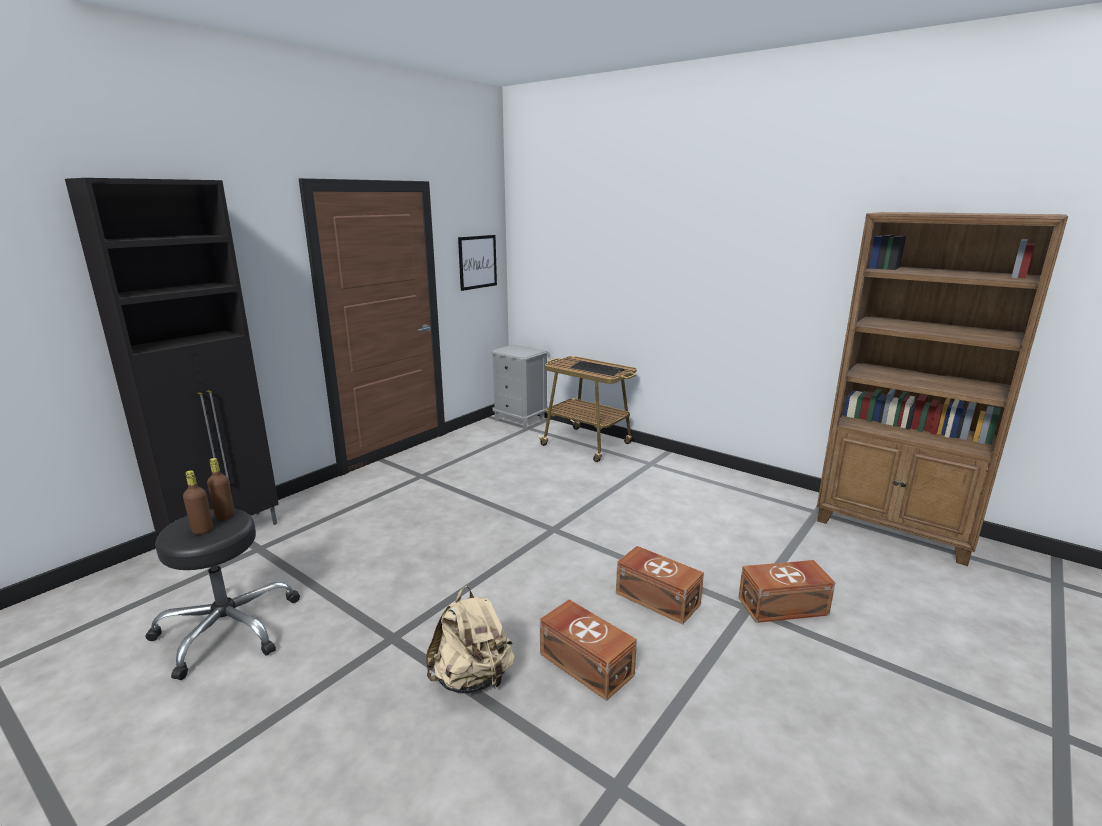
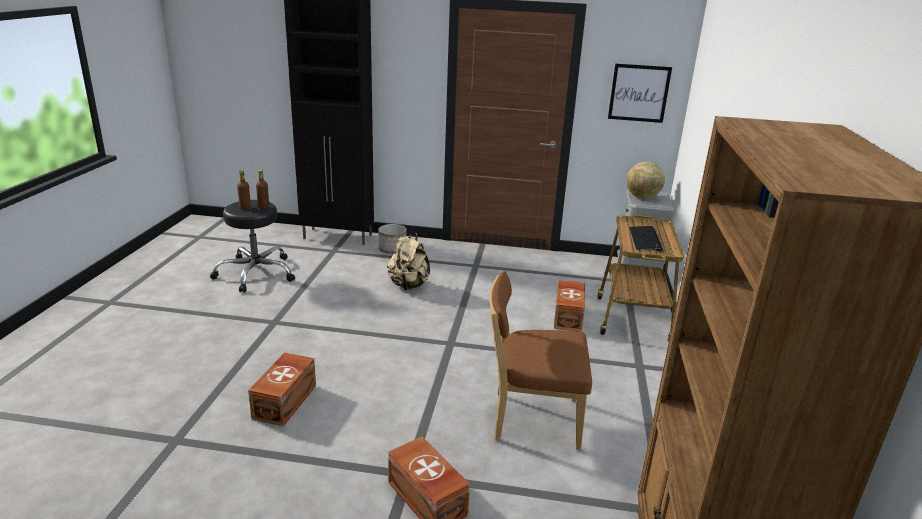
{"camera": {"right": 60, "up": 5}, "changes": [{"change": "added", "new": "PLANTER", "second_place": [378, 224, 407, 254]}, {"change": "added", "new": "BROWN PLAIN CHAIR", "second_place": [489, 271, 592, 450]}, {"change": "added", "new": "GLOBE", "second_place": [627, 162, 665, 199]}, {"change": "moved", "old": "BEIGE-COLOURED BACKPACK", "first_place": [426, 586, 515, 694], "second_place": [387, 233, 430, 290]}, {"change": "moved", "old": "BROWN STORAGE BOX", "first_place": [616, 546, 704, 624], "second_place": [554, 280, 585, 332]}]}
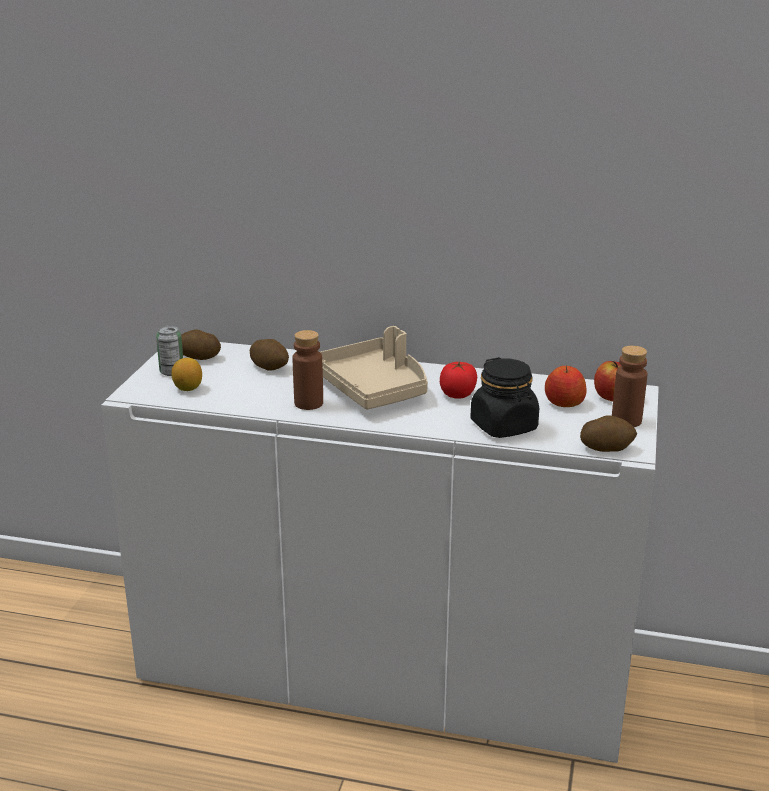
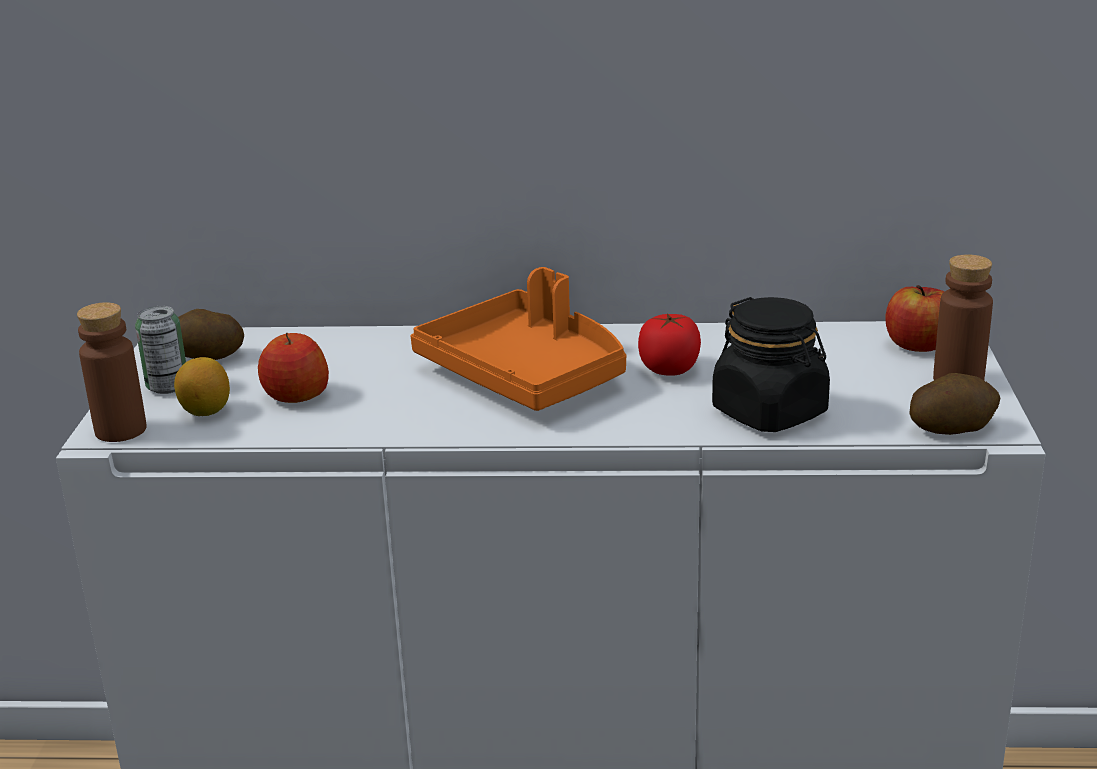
{"camera": {"right": -10, "up": 0}, "changes": [{"change": "removed", "old": "SPUD", "first_place": [250, 339, 289, 371]}, {"change": "moved", "old": "BROWN BOTTLE", "first_place": [293, 330, 323, 410], "second_place": [77, 302, 147, 442]}, {"change": "moved", "old": "APPLE", "first_place": [545, 365, 586, 407], "second_place": [258, 333, 329, 403]}, {"change": "recoloured", "old": "BEIGE-COLOURED SERVING TRAY", "new": "ORANGE-COLOURED SERVING TRAY", "first_place": [320, 326, 428, 410], "second_place": [410, 267, 626, 411]}]}
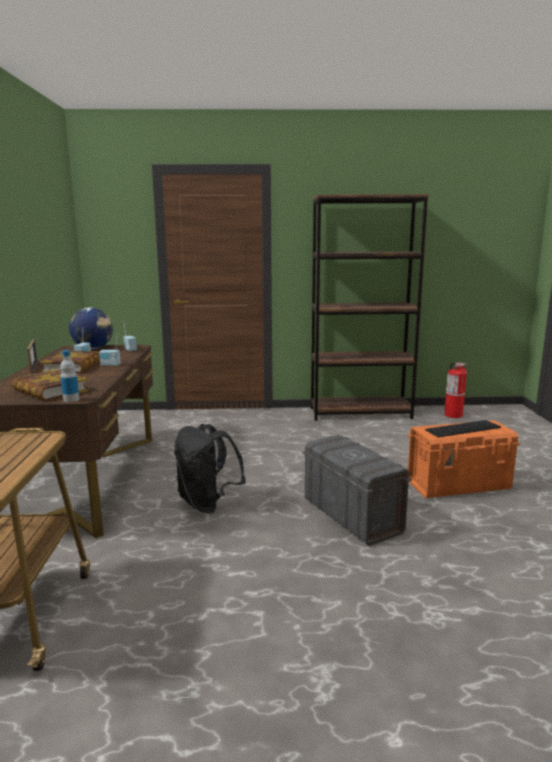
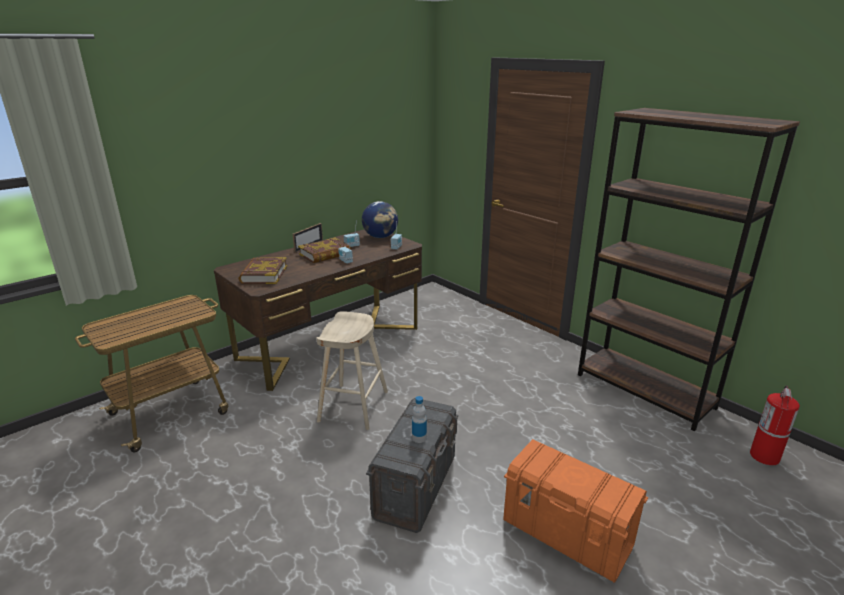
{"camera": {"right": 50, "up": 10}, "changes": [{"change": "removed", "old": "KEYBOARD", "first_place": [425, 420, 501, 437]}, {"change": "moved", "old": "BOTTLE", "first_place": [60, 350, 79, 402], "second_place": [412, 396, 427, 443]}, {"change": "replaced", "old": "BLACK-COLOURED BACKPACK", "new": "BEIGE-COLOURED STOOL SEAT", "first_place": [175, 424, 246, 513], "second_place": [316, 311, 388, 430]}]}
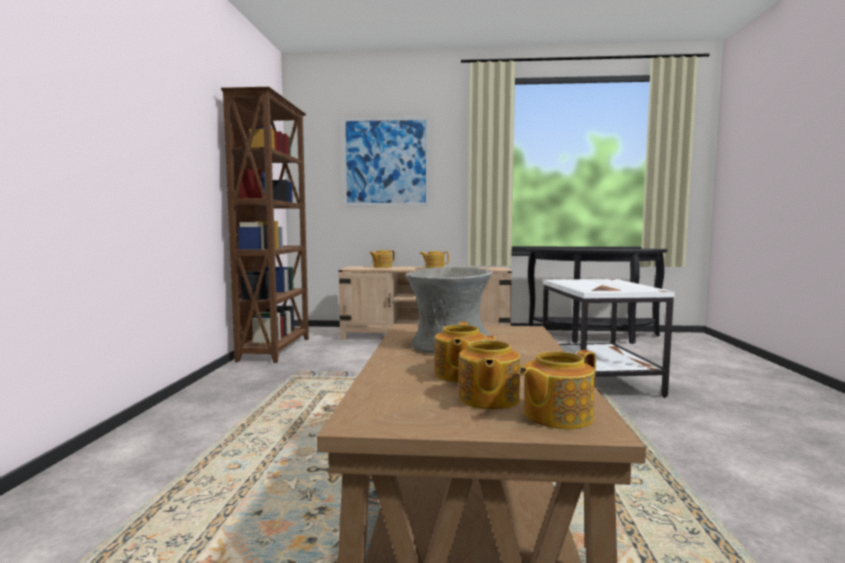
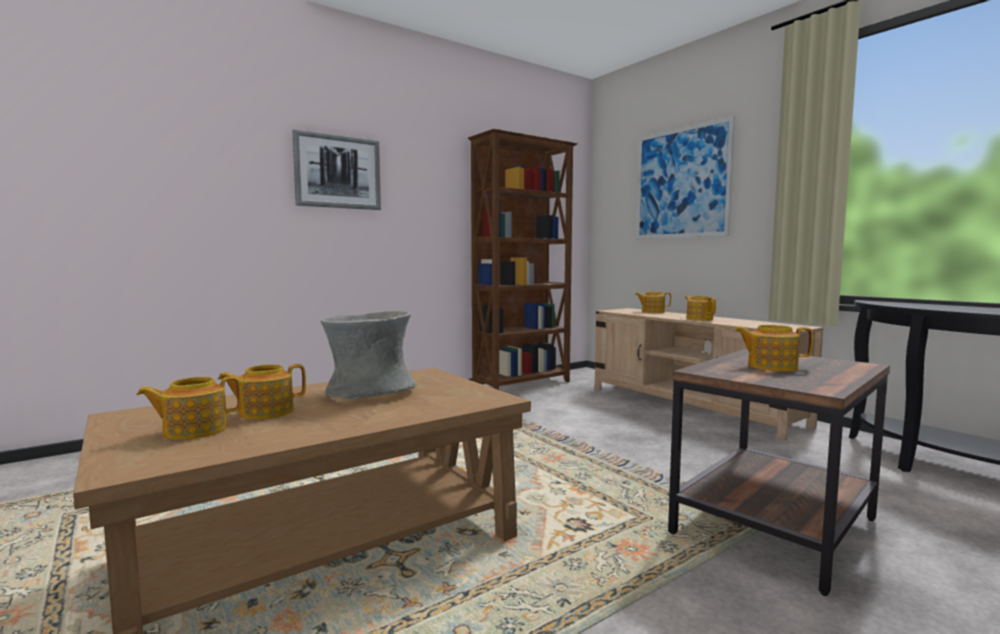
{"camera": {"right": 50, "up": 0}, "changes": [{"change": "added", "new": "PICTURE", "second_place": [293, 129, 381, 210]}, {"change": "moved", "old": "TEA POT", "first_place": [519, 350, 596, 429], "second_place": [734, 325, 813, 371]}, {"change": "recoloured", "old": "WHITE-COLOURED END TABLE", "new": "BROWN END TABLE", "first_place": [543, 279, 675, 398], "second_place": [668, 349, 890, 596]}]}
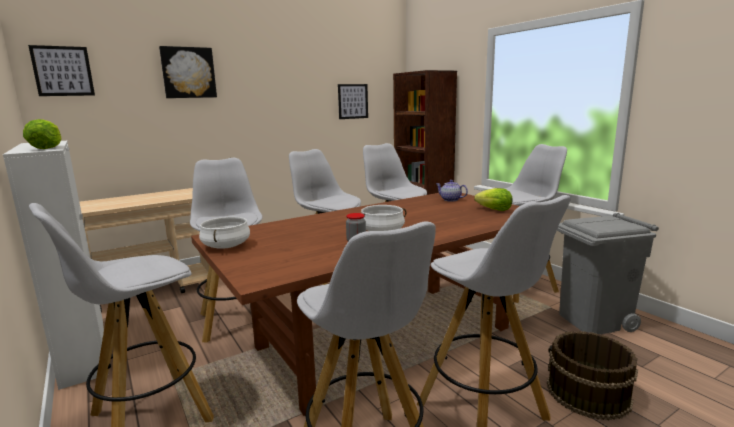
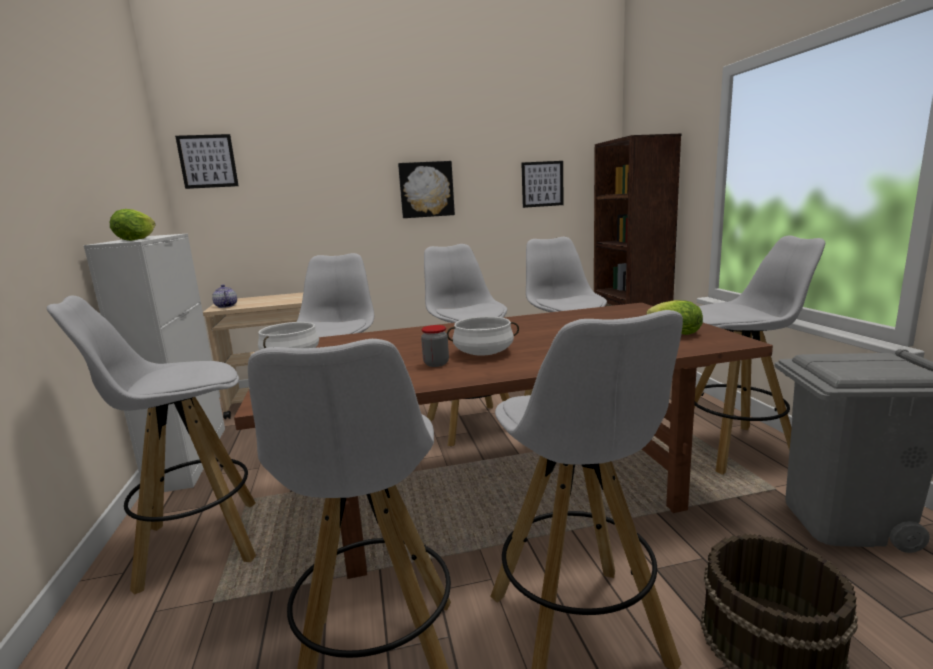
{"camera": {"right": 20, "up": 0}, "changes": [{"change": "moved", "old": "PICTURE", "first_place": [159, 46, 217, 98], "second_place": [398, 161, 455, 218]}, {"change": "moved", "old": "TEA POT", "first_place": [436, 180, 468, 202], "second_place": [212, 285, 237, 308]}]}
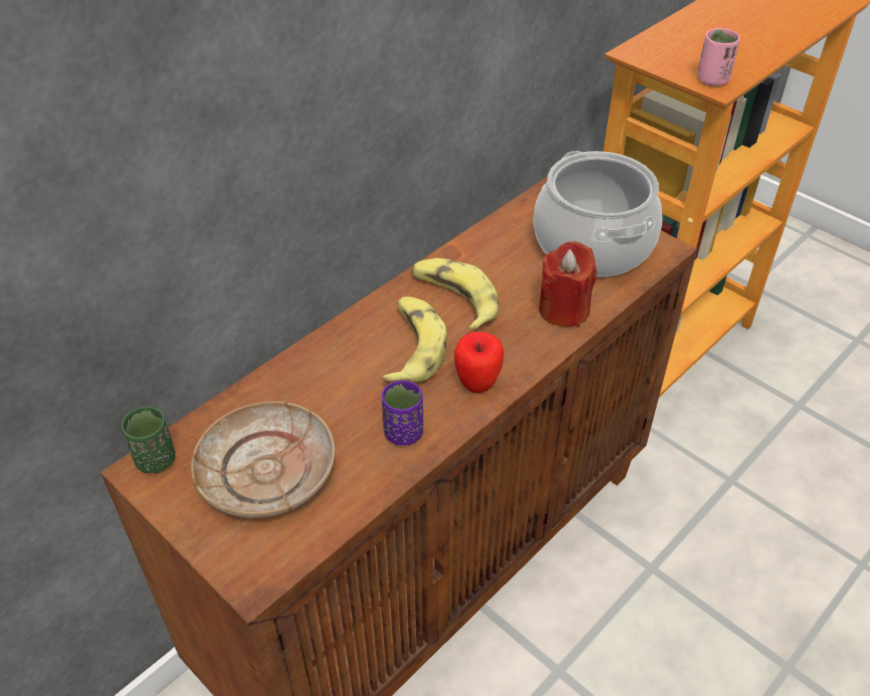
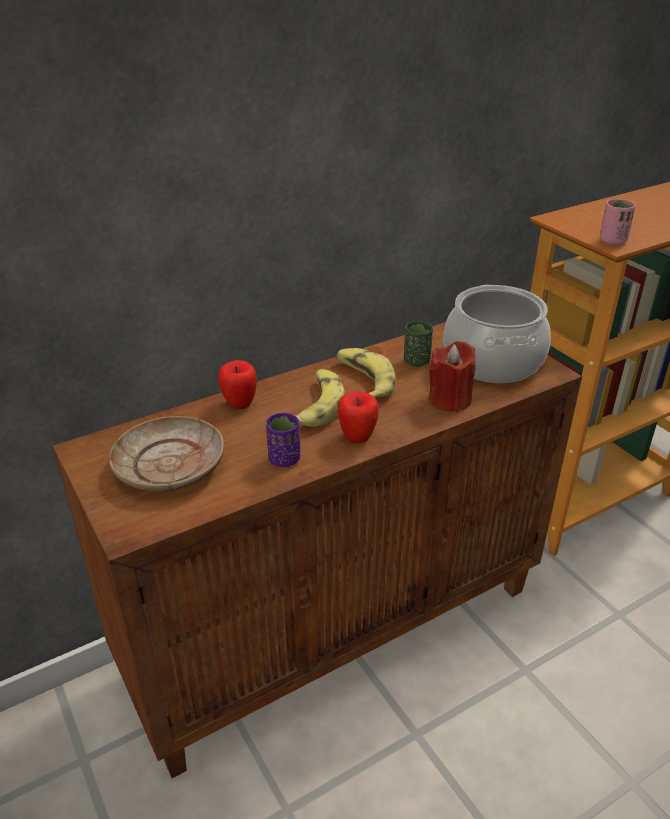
{"camera": {"right": 15, "up": -10}, "changes": [{"change": "added", "new": "APPLE", "second_place": [218, 360, 257, 409]}, {"change": "moved", "old": "GREENISH CUP", "first_place": [121, 407, 175, 473], "second_place": [404, 321, 433, 367]}]}
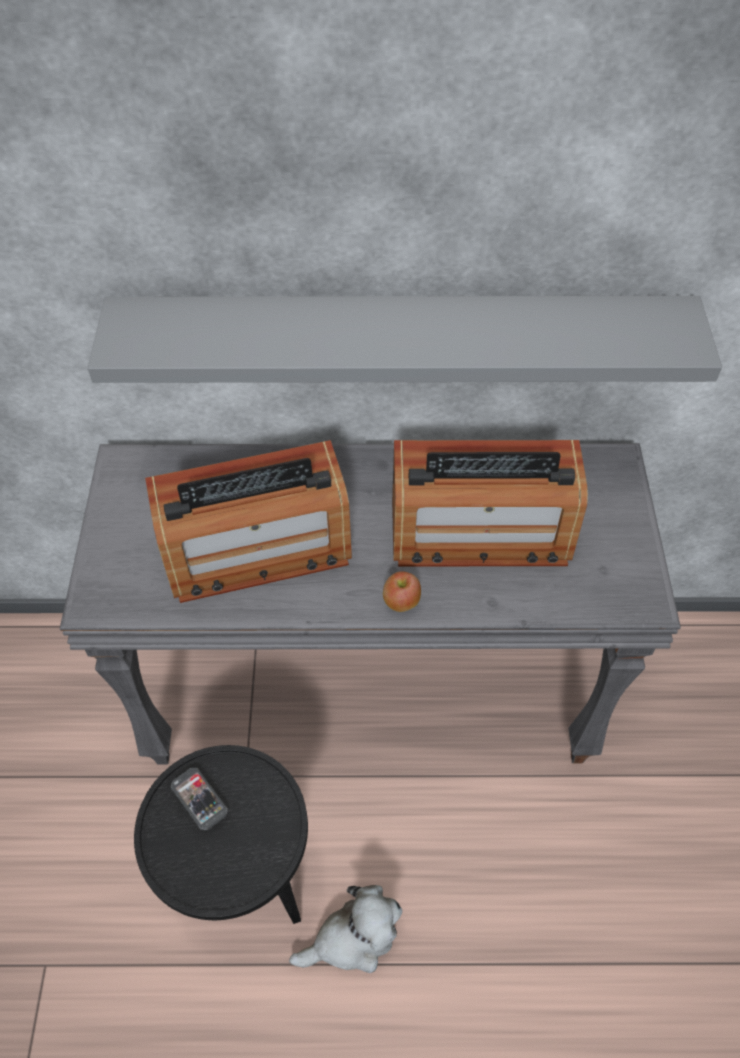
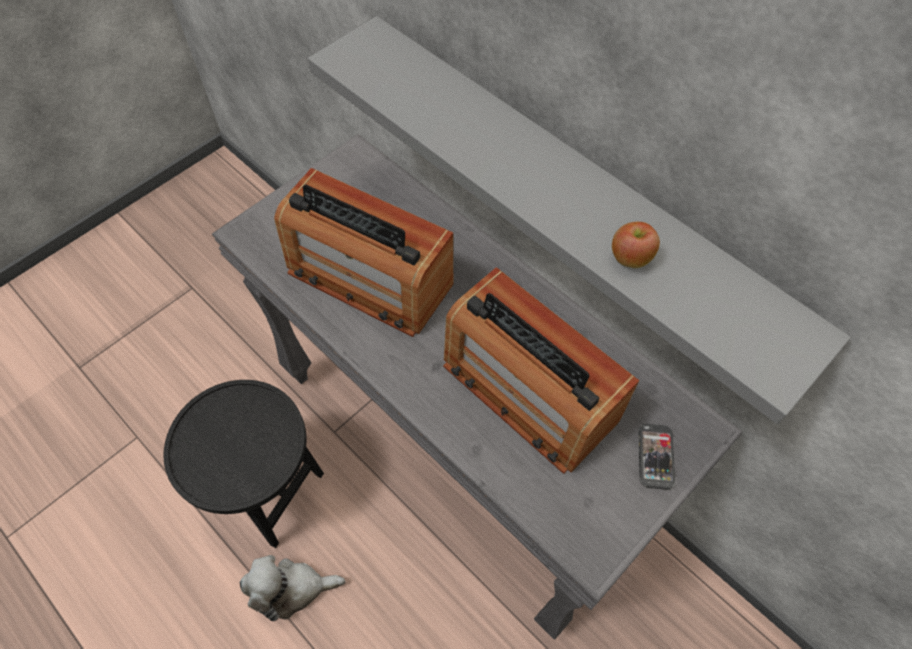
{"camera": {"right": 45, "up": 5}, "changes": [{"change": "moved", "old": "PHONE", "first_place": [171, 768, 228, 830], "second_place": [638, 424, 675, 490]}, {"change": "moved", "old": "APPLE", "first_place": [383, 571, 421, 612], "second_place": [612, 222, 660, 268]}, {"change": "turned", "old": "SOFT TOY", "first_place": [289, 885, 402, 973], "second_place": [240, 555, 345, 621], "degrees": 150}]}
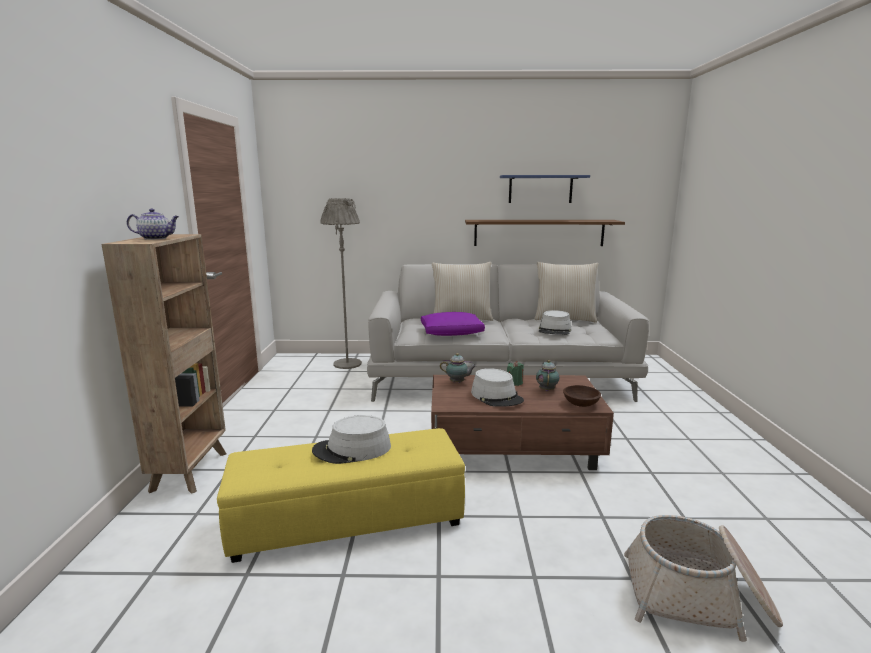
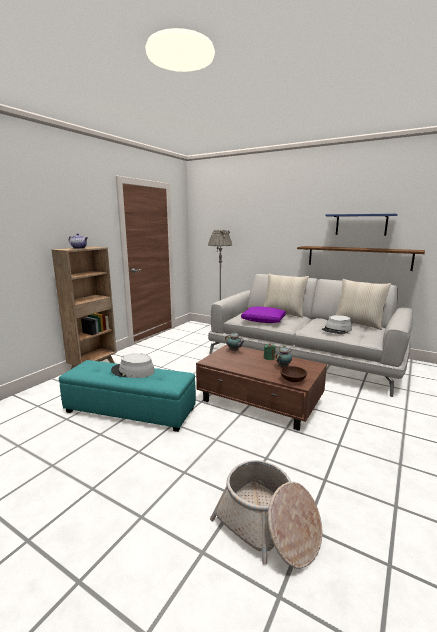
{"camera": {"right": 30, "up": 0}, "changes": [{"change": "removed", "old": "GREYISH HAT", "first_place": [471, 368, 524, 407]}, {"change": "recoloured", "old": "YELLOW FOOTREST", "new": "BLUE-GREEN FOOTREST", "first_place": [217, 428, 465, 563], "second_place": [59, 360, 196, 432]}]}
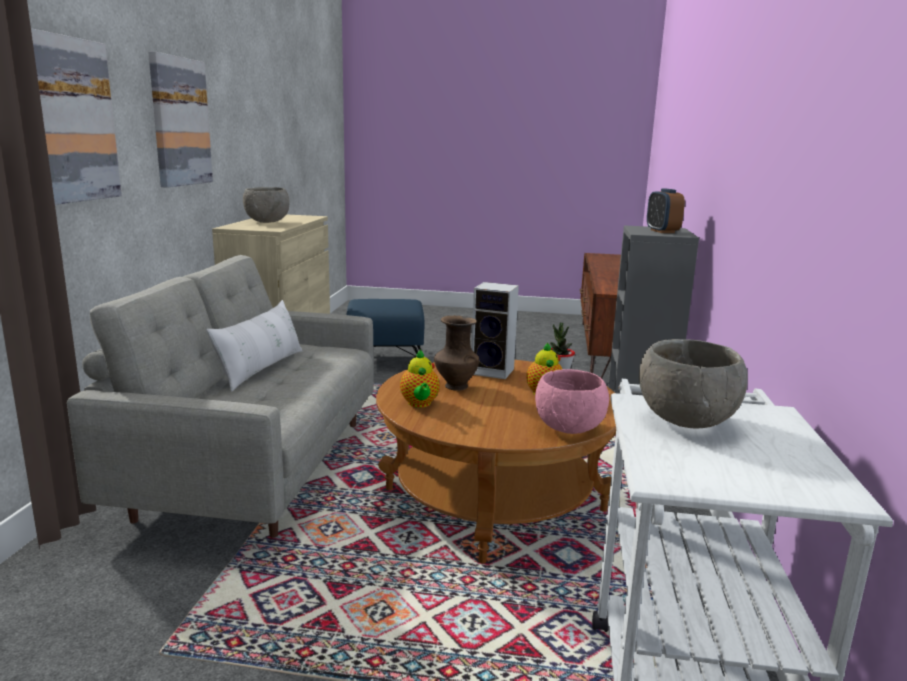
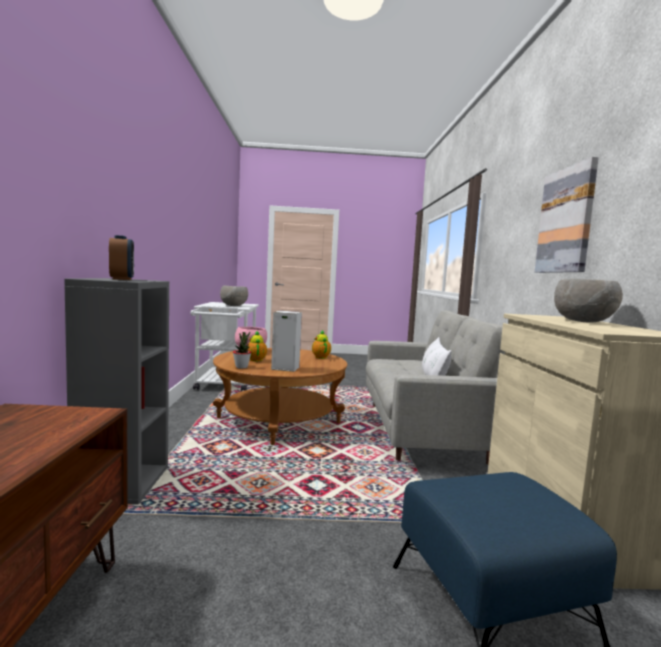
{"camera": {"right": 170, "up": -10}, "changes": [{"change": "removed", "old": "PICTURE", "first_place": [31, 28, 122, 205]}, {"change": "removed", "old": "BROWN DECORATIVE VASE", "first_place": [434, 315, 479, 391]}]}
